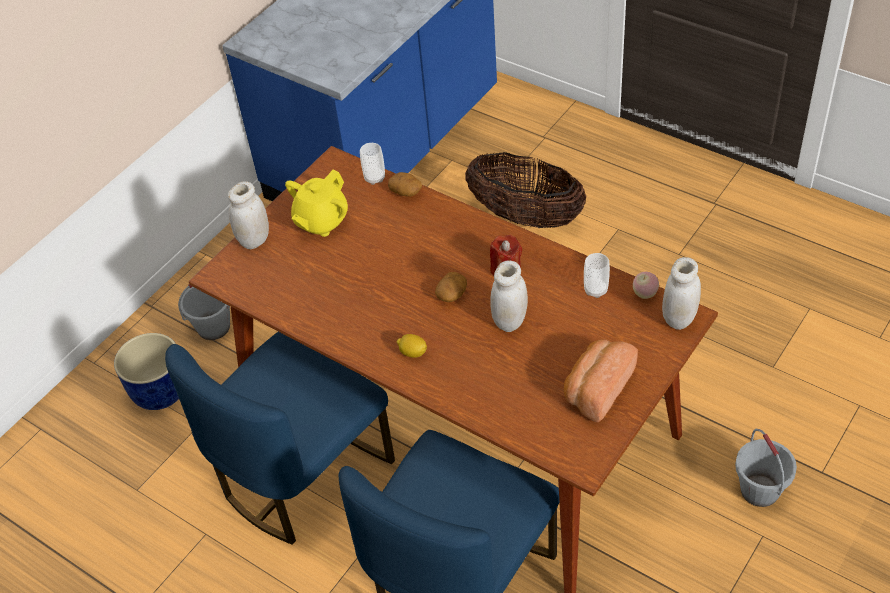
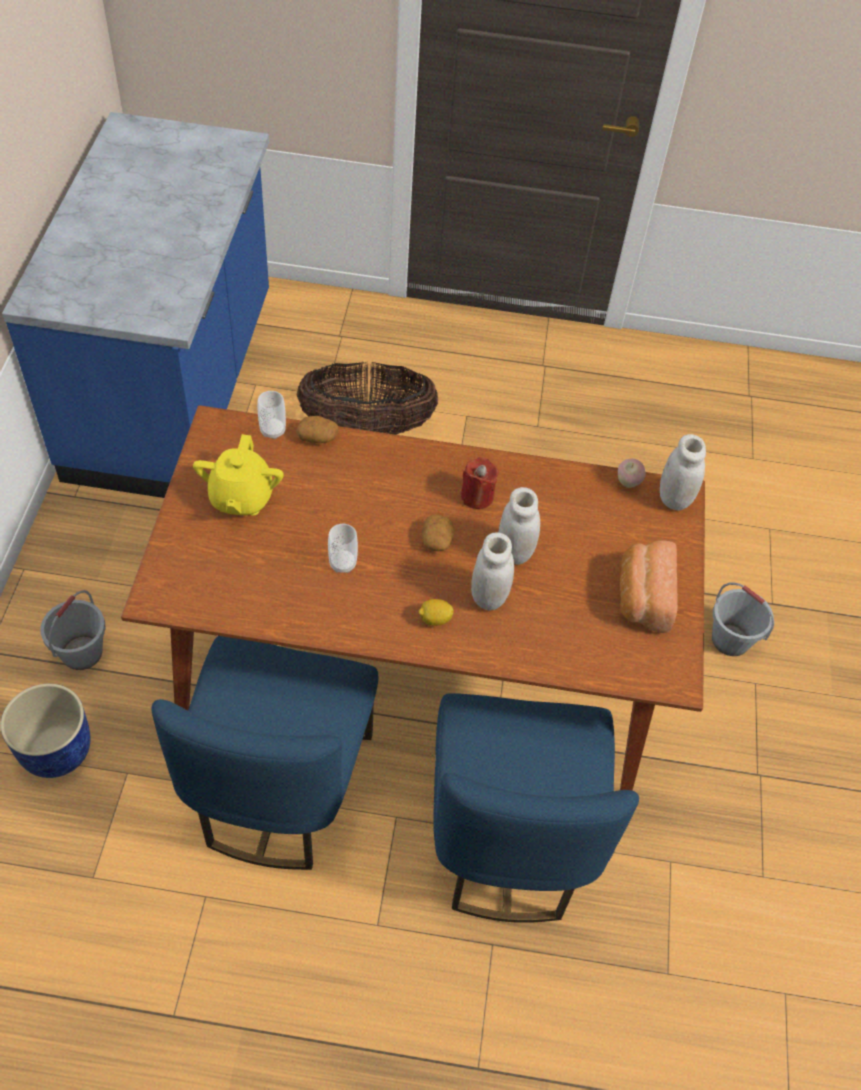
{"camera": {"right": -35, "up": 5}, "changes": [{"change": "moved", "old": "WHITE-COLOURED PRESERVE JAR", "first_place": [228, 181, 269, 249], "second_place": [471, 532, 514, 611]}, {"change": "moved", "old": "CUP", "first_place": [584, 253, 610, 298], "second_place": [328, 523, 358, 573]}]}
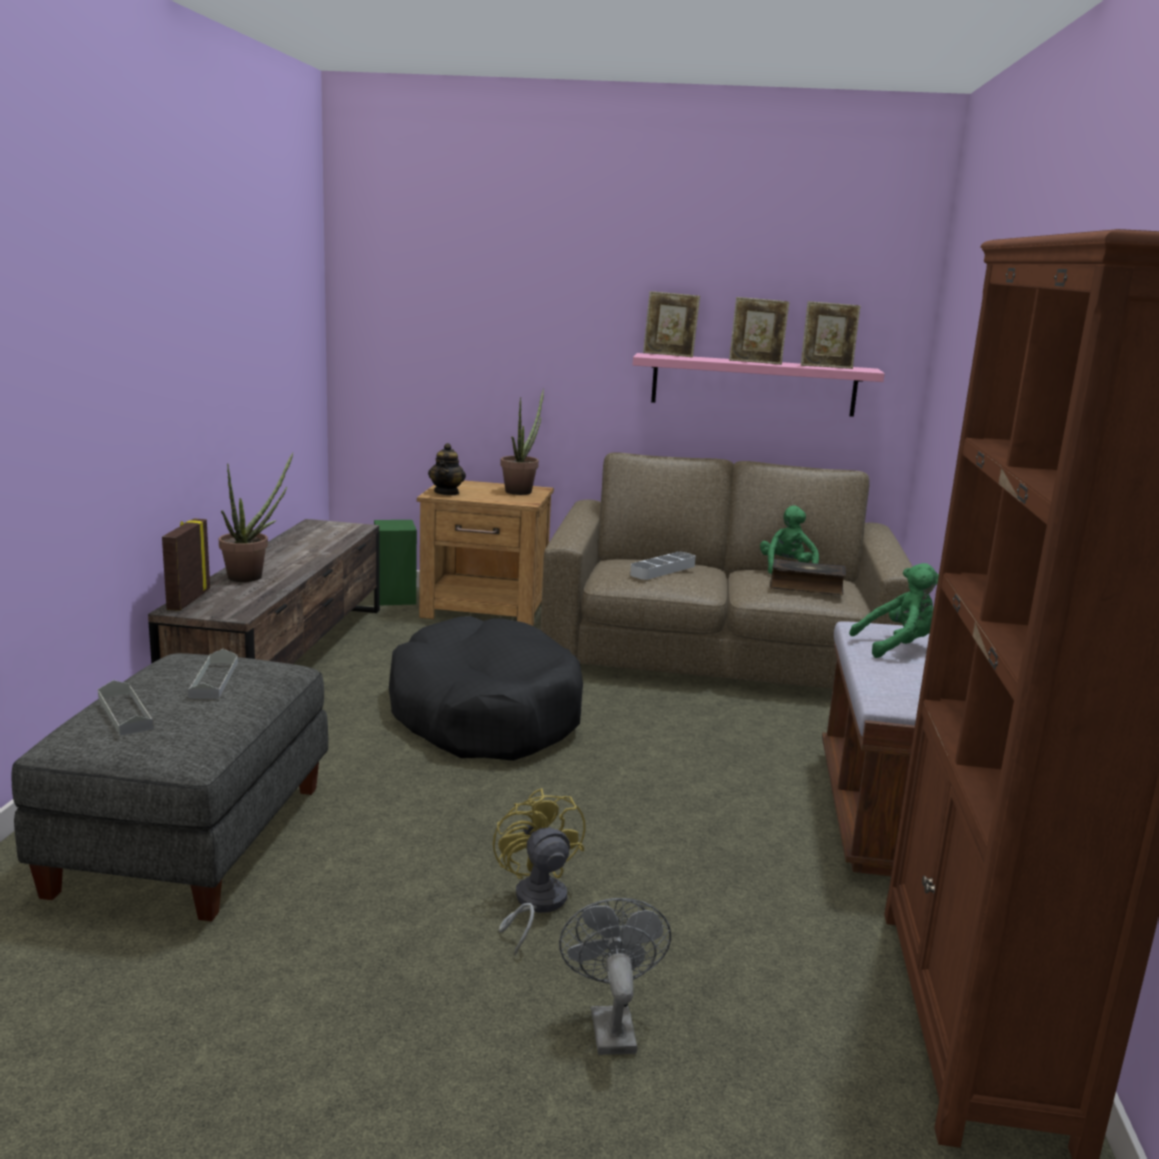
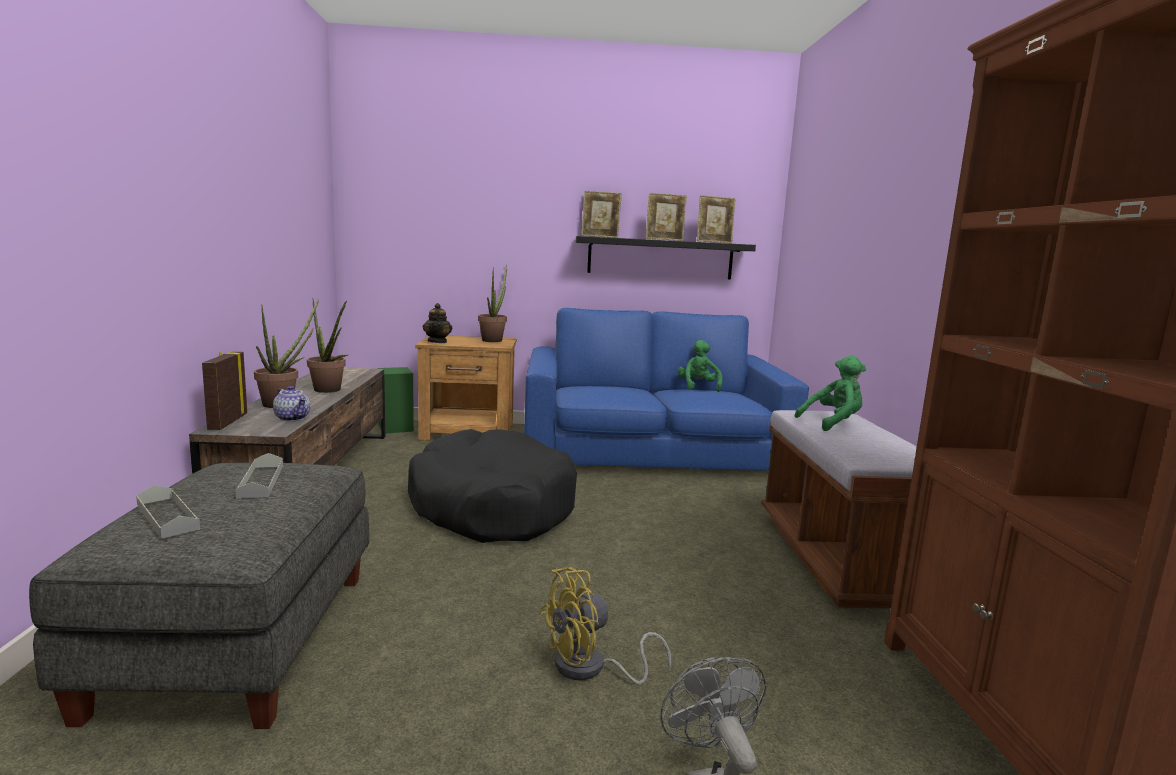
{"camera": {"right": -10, "up": -5}, "changes": [{"change": "removed", "old": "GREYISH SERVING TRAY", "first_place": [630, 552, 696, 580]}, {"change": "removed", "old": "BOUND BOOK", "first_place": [770, 559, 846, 595]}, {"change": "added", "new": "TEA POT", "second_place": [273, 386, 310, 421]}, {"change": "added", "new": "POTTED PLANT", "second_place": [307, 299, 348, 393]}, {"change": "recoloured", "old": "BROWN SOFA", "new": "BLUE-COLOURED SOFA", "first_place": [540, 452, 913, 689], "second_place": [524, 308, 809, 471]}, {"change": "recoloured", "old": "PINKISH BRACKET SHELF", "new": "BLACK-COLOURED BRACKET SHELF", "first_place": [633, 353, 885, 417], "second_place": [576, 236, 756, 279]}, {"change": "turned", "old": "YELLOW COOLING FAN", "first_place": [493, 788, 586, 955], "second_place": [539, 567, 671, 685], "degrees": -90}]}
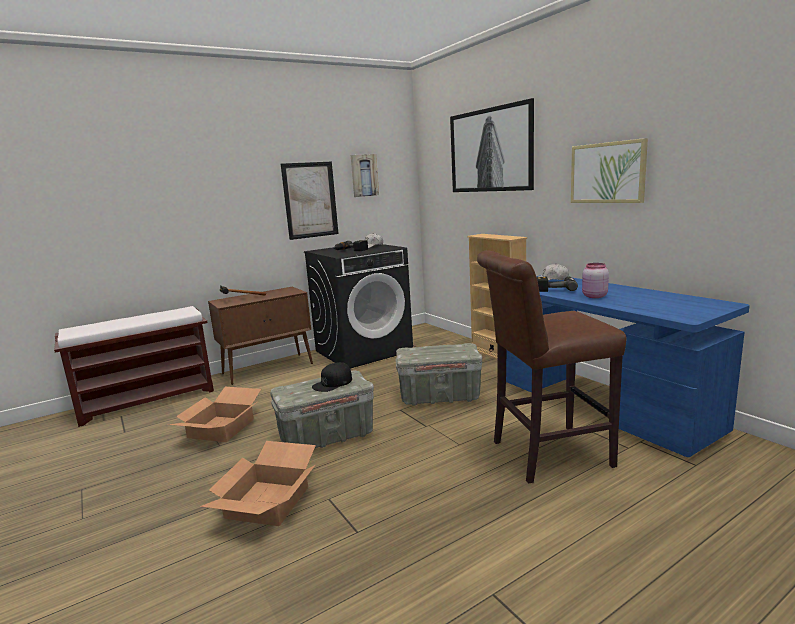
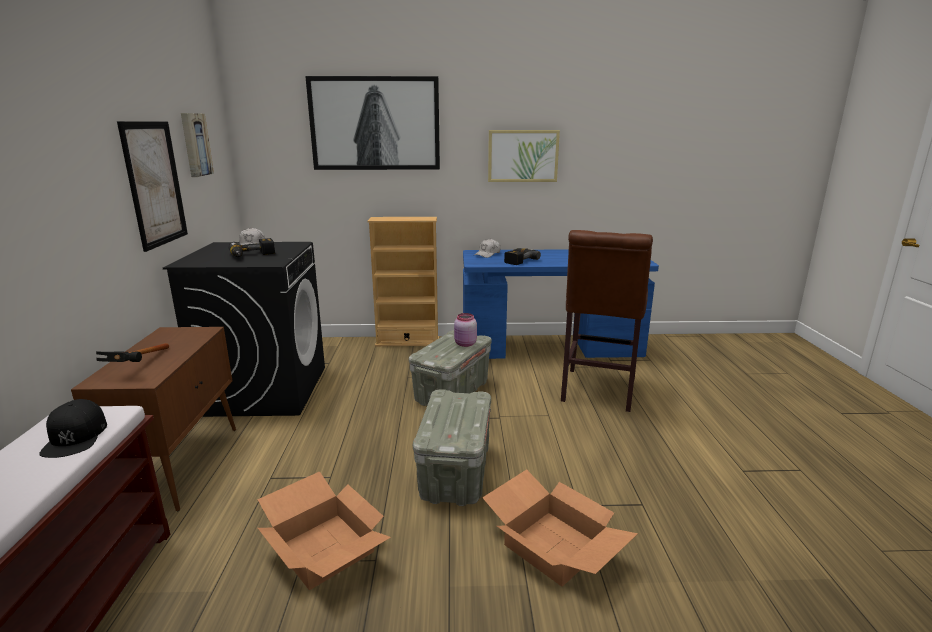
{"camera": {"right": -60, "up": 5}, "changes": [{"change": "moved", "old": "BLACK-COLOURED CAP", "first_place": [312, 362, 352, 392], "second_place": [39, 399, 107, 458]}, {"change": "moved", "old": "PINKISH PRESERVE JAR", "first_place": [582, 263, 609, 298], "second_place": [454, 313, 477, 347]}]}
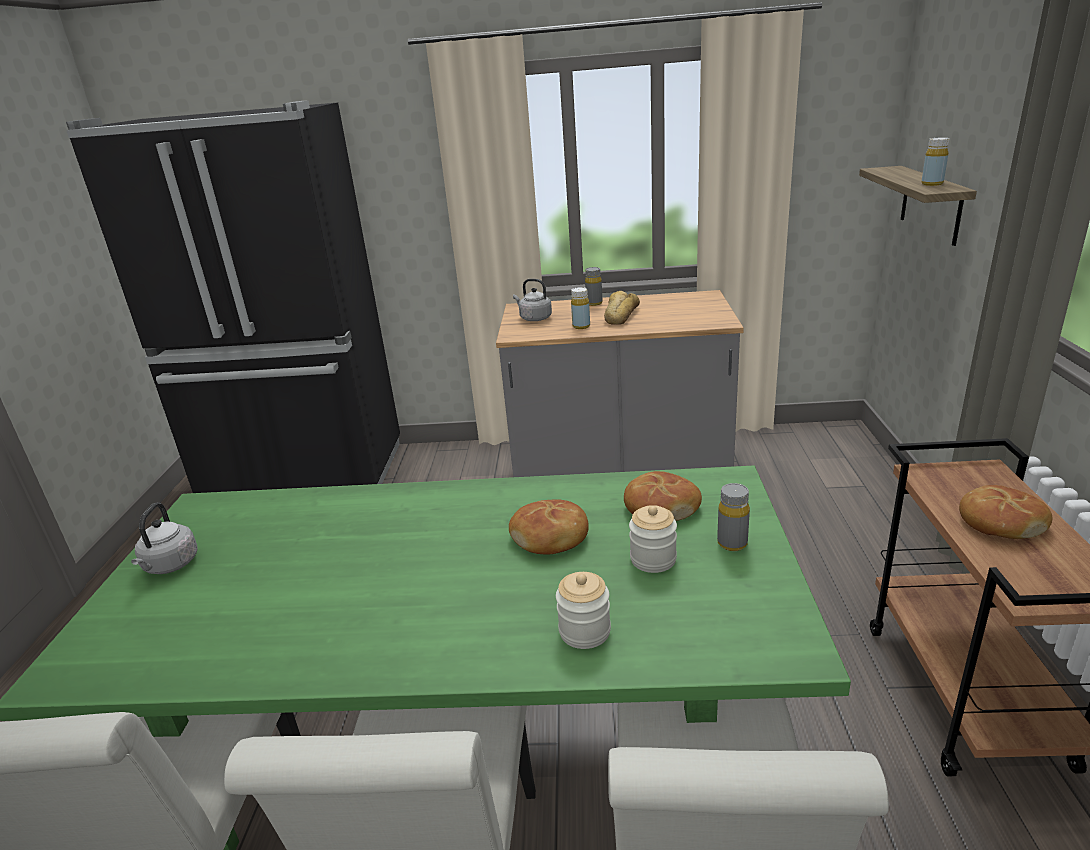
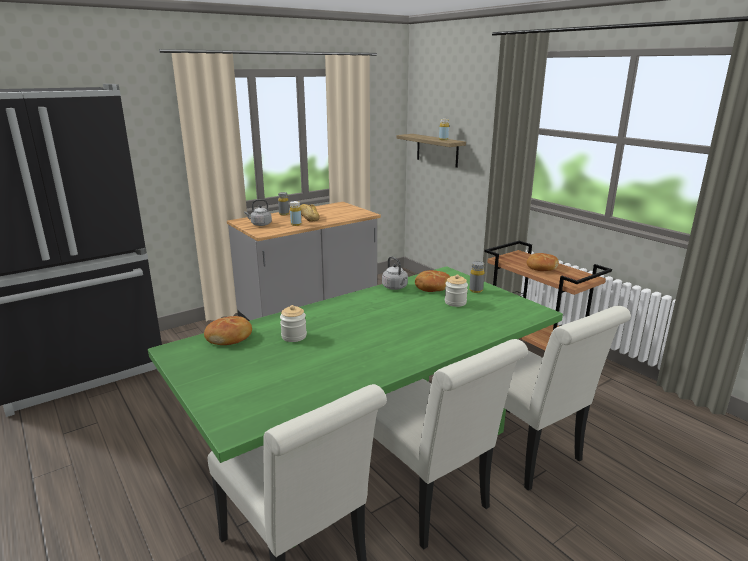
{"camera": {"right": -40, "up": -5}, "changes": [{"change": "moved", "old": "GREYISH TEA KETTLE", "first_place": [131, 502, 197, 574], "second_place": [382, 256, 408, 290]}, {"change": "moved", "old": "BAKERY BREAD", "first_place": [509, 499, 589, 555], "second_place": [204, 316, 252, 345]}, {"change": "moved", "old": "PRESERVE JAR", "first_place": [556, 572, 611, 649], "second_place": [280, 305, 307, 342]}]}
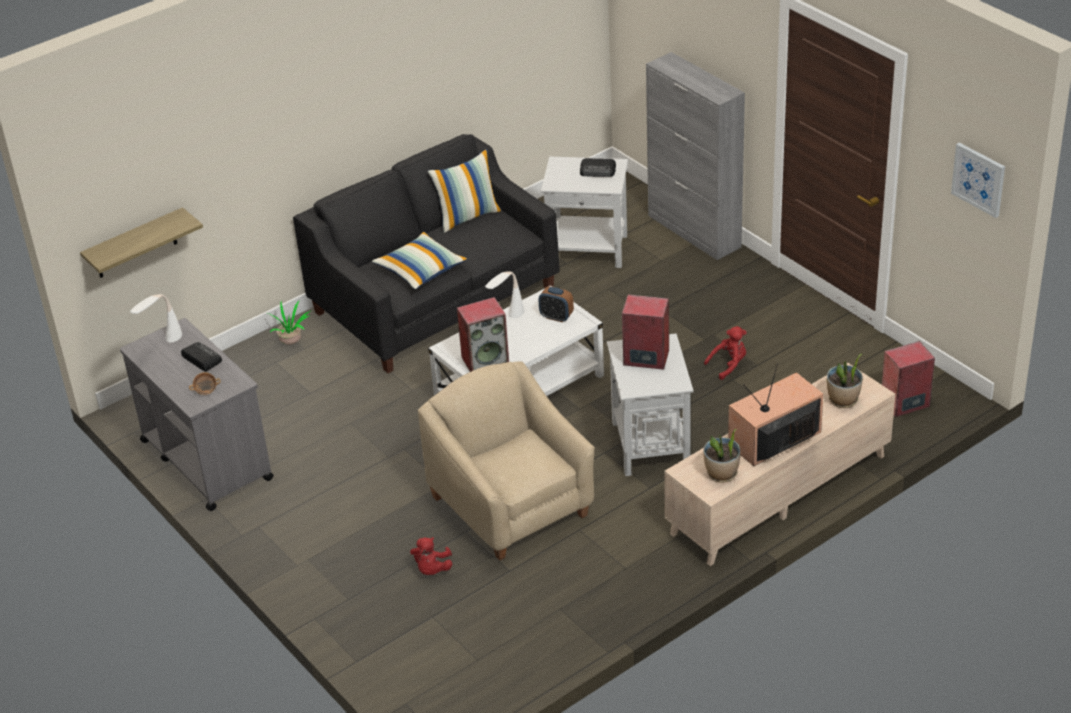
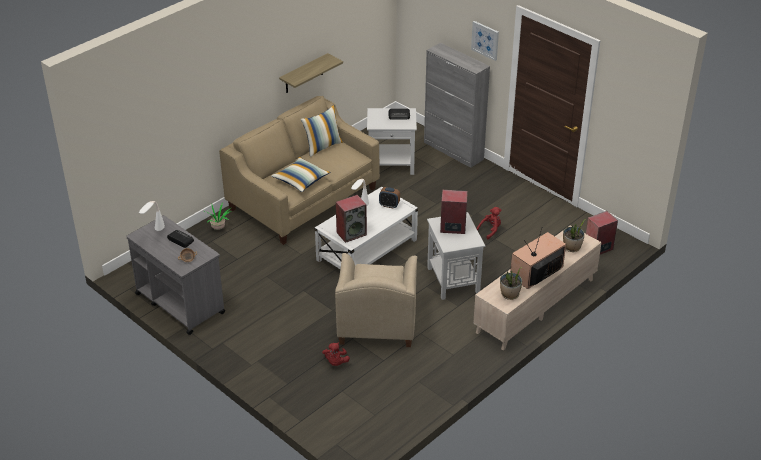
{"camera": {"right": -10, "up": 0}, "changes": [{"change": "moved", "old": "BRACKET SHELF", "first_place": [80, 207, 203, 278], "second_place": [279, 53, 343, 93]}, {"change": "moved", "old": "PICTURE", "first_place": [951, 143, 1005, 218], "second_place": [471, 21, 499, 61]}, {"change": "recoloured", "old": "BLACK-COLOURED SOFA", "new": "BEIGE-COLOURED SOFA", "first_place": [293, 134, 560, 373], "second_place": [219, 96, 380, 245]}, {"change": "turned", "old": "BEIGE-COLOURED ARMCHAIR", "first_place": [418, 361, 595, 560], "second_place": [335, 253, 418, 347], "degrees": -135}]}
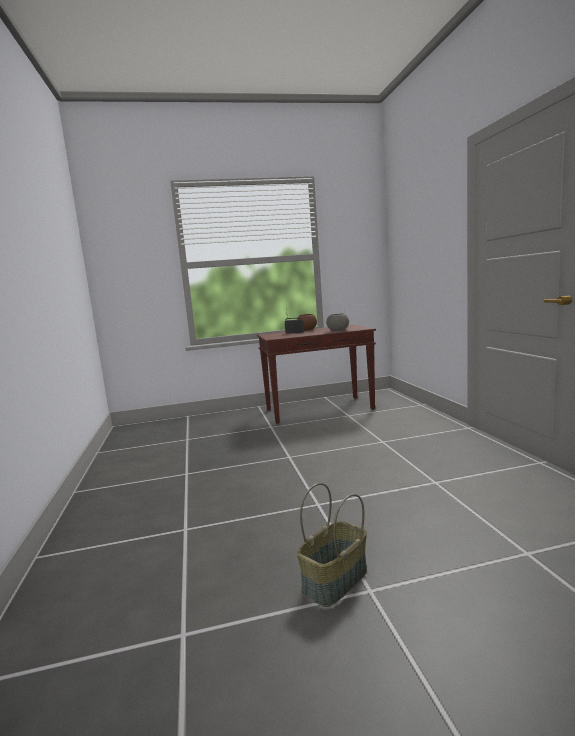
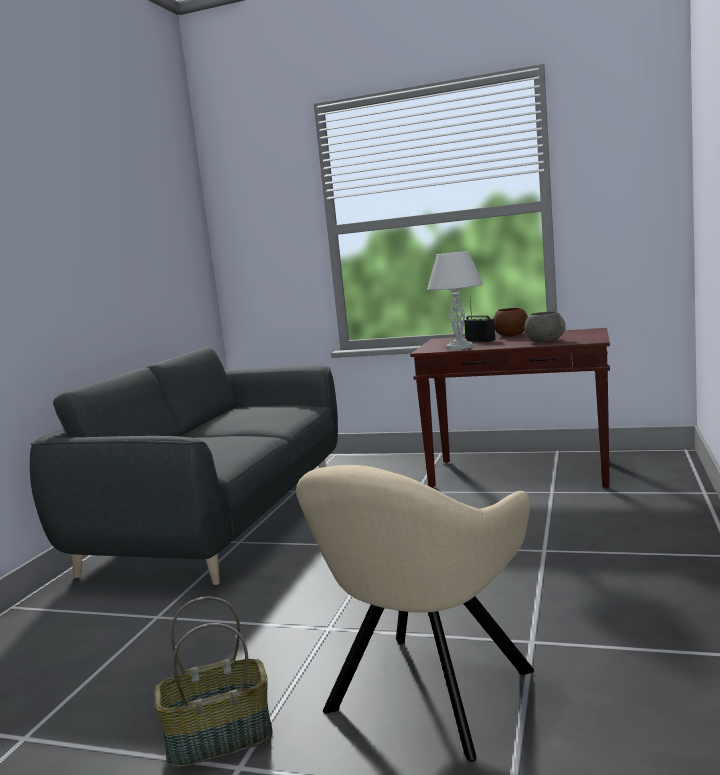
{"camera": {"right": 30, "up": 0}, "changes": [{"change": "added", "new": "GREYISH SOFA", "second_place": [30, 347, 338, 585]}, {"change": "added", "new": "BEIGE-COLOURED ARMCHAIR", "second_place": [296, 465, 534, 762]}, {"change": "added", "new": "WHITE-COLOURED TABLETOP LAMP", "second_place": [427, 251, 483, 350]}]}
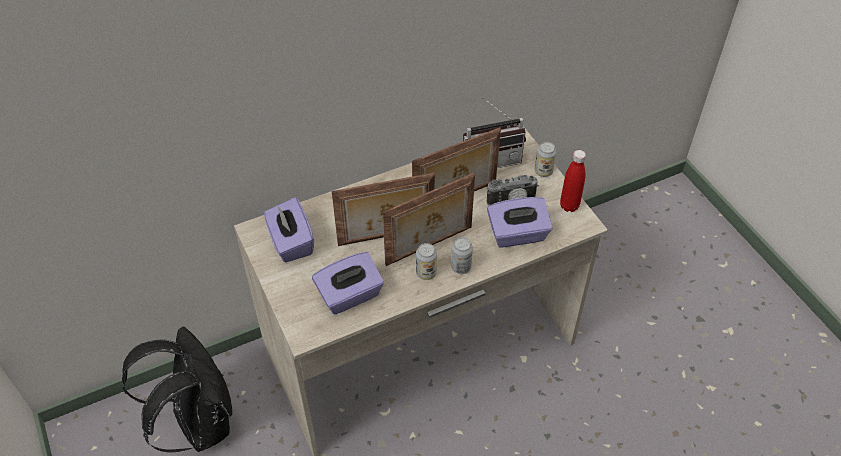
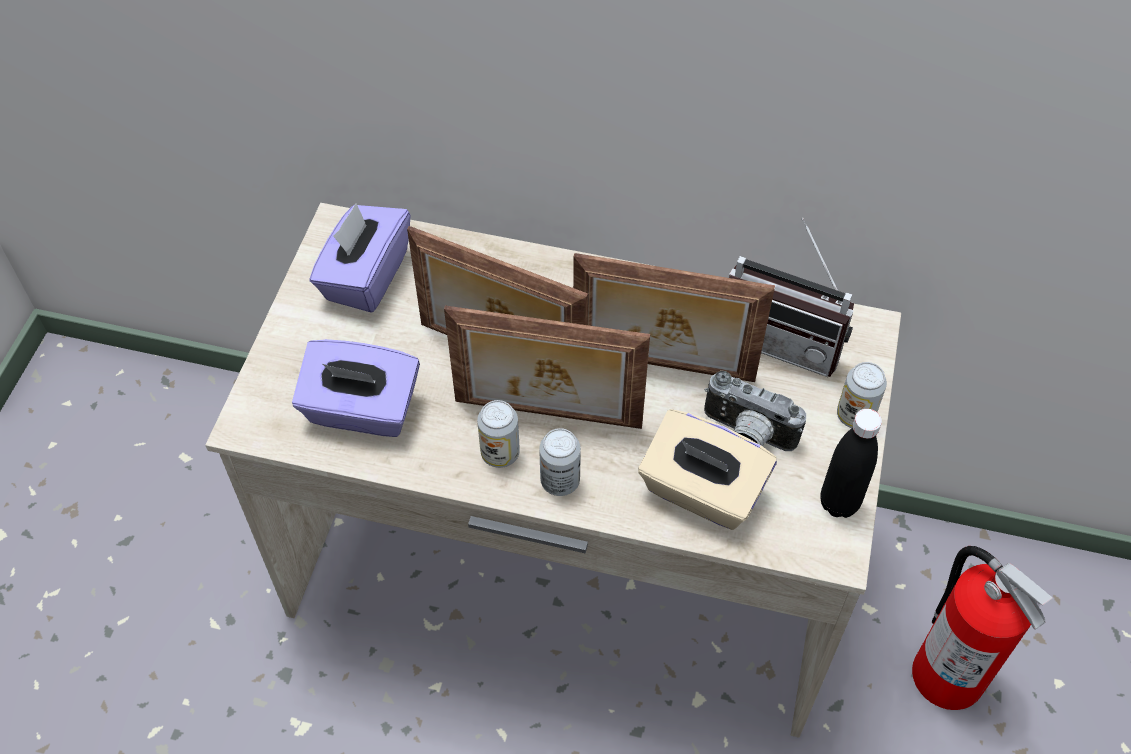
{"camera": {"right": 40, "up": 5}, "changes": [{"change": "removed", "old": "BLACK-COLOURED BACKPACK", "first_place": [122, 326, 232, 452]}, {"change": "added", "new": "FIRE EXTINGUISHER", "second_place": [912, 546, 1053, 710]}, {"change": "recoloured", "old": "PURPLISH BOX OF TISSUES", "new": "BEIGE-COLOURED BOX OF TISSUES", "first_place": [487, 197, 552, 248], "second_place": [638, 409, 777, 530]}, {"change": "recoloured", "old": "RED BOTTLE", "new": "BLACK-COLOURED BOTTLE", "first_place": [560, 150, 586, 212], "second_place": [820, 409, 882, 518]}]}
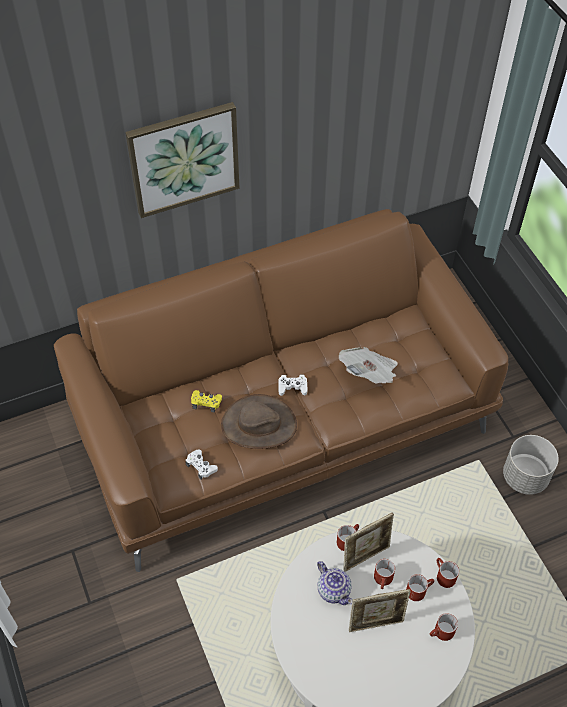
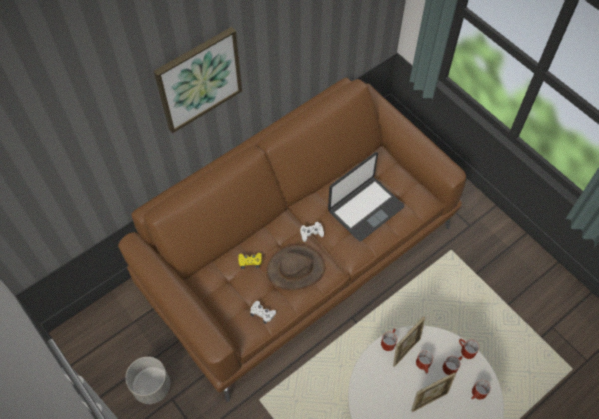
{"camera": {"right": -15, "up": 5}, "changes": [{"change": "removed", "old": "TEA POT", "first_place": [317, 561, 352, 605]}, {"change": "moved", "old": "GREYISH PLANTER", "first_place": [503, 435, 559, 495], "second_place": [126, 357, 170, 404]}, {"change": "replaced", "old": "DAILY PAPER", "new": "PORTABLE COMPUTER", "first_place": [339, 347, 398, 383], "second_place": [328, 152, 404, 241]}]}
